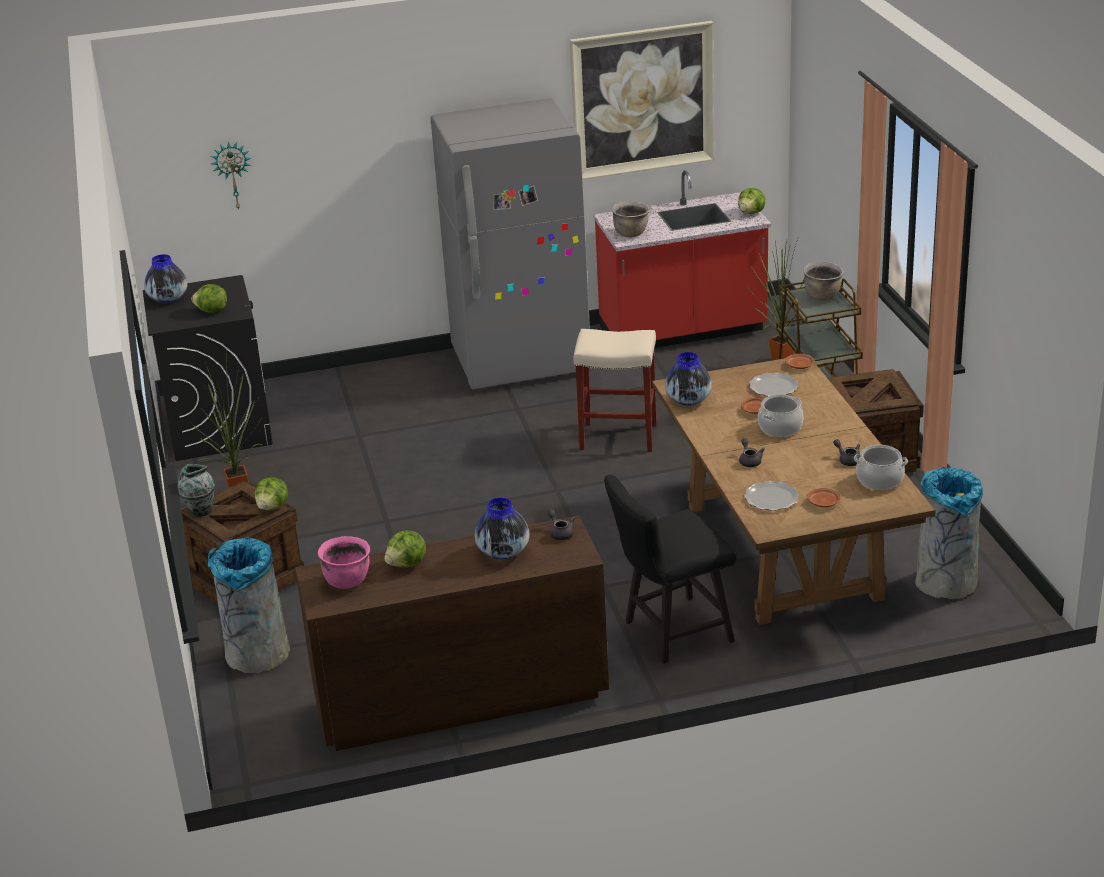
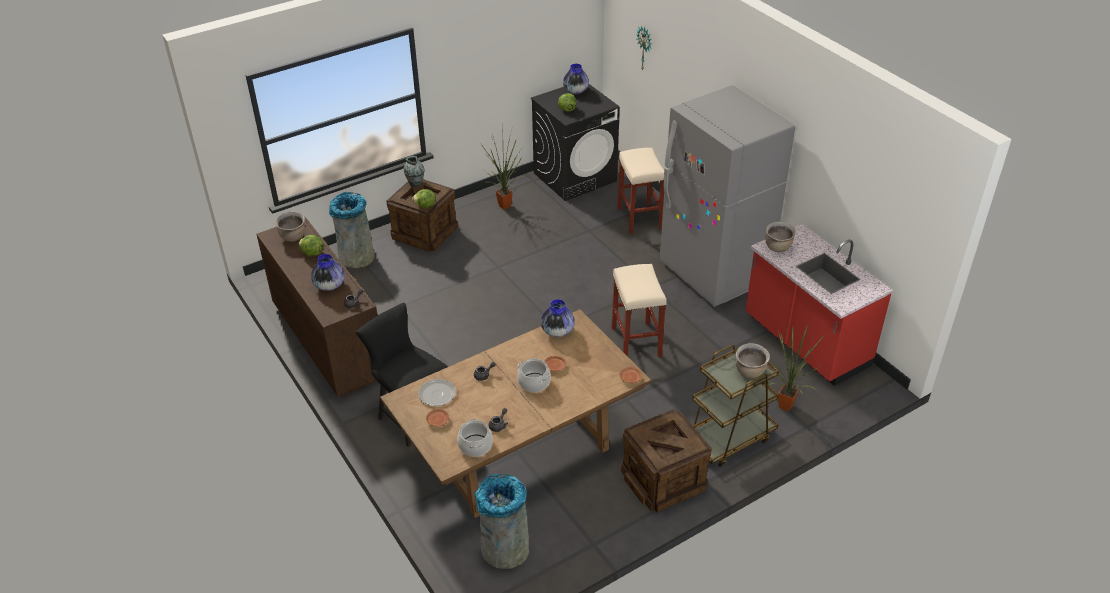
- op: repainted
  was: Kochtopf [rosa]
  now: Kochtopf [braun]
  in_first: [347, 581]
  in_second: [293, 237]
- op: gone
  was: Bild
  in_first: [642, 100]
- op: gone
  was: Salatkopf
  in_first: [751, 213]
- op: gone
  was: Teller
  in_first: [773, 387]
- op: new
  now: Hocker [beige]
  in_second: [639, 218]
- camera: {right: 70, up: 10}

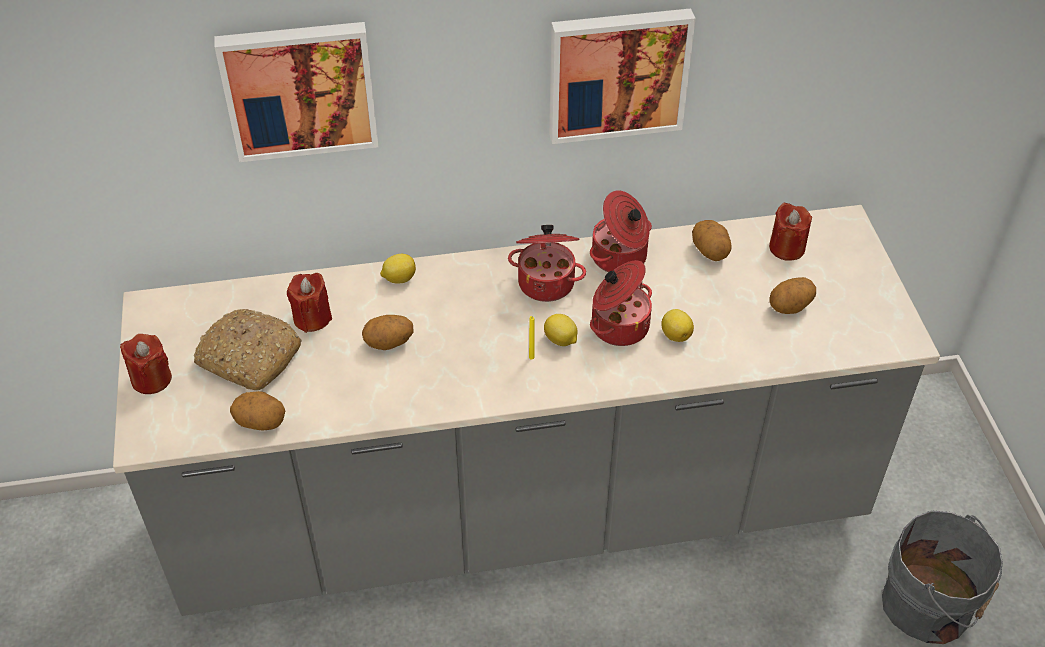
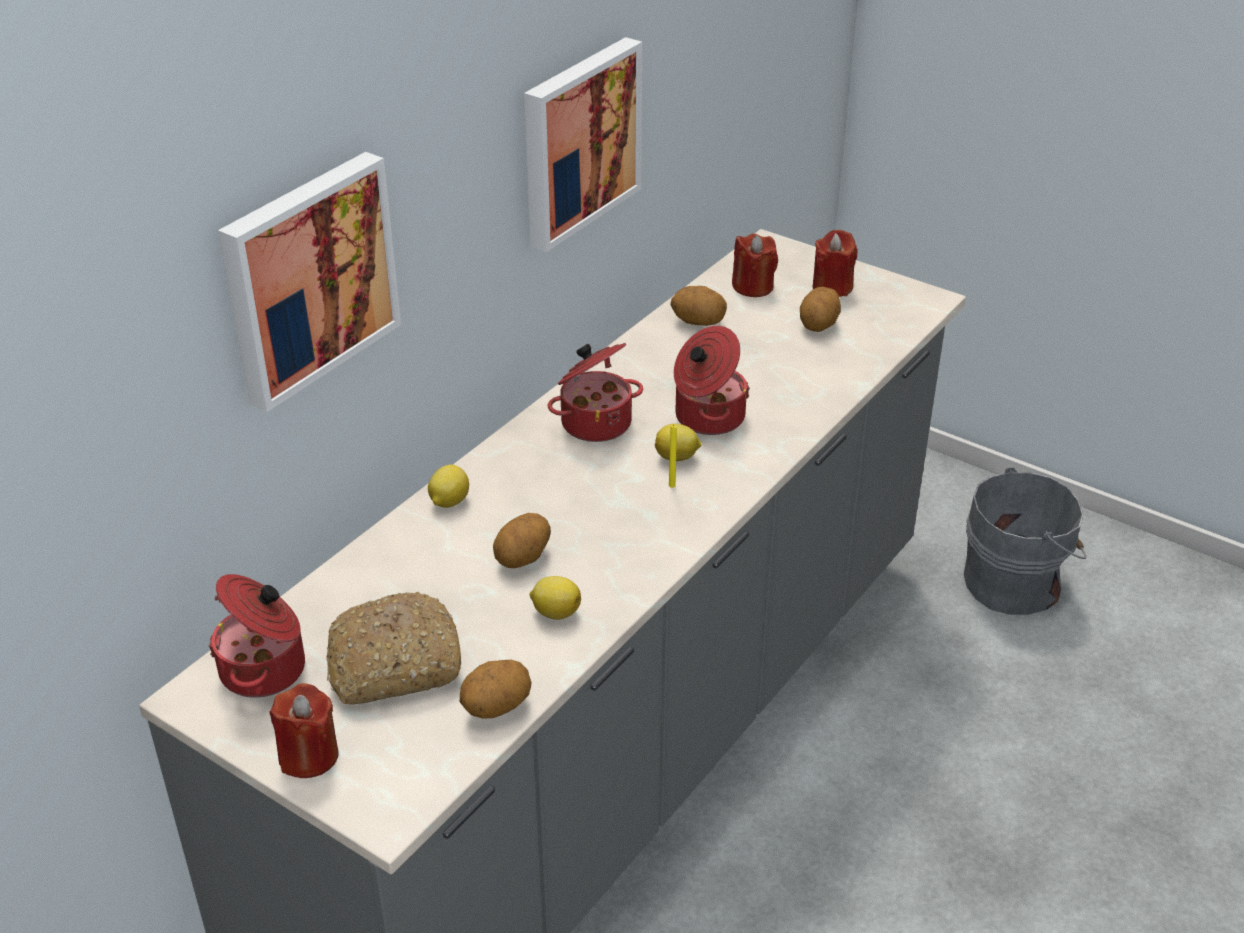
- op: shifted
  was: Kerze [rot]
  in_first: [312, 318]
  in_second: [832, 287]
- op: shifted
  was: Kochtopf
  in_first: [620, 258]
  in_second: [266, 670]
- op: shifted
  was: Zitrone
  in_first: [675, 334]
  in_second: [555, 612]
- camera: {right: -45, up: -10}

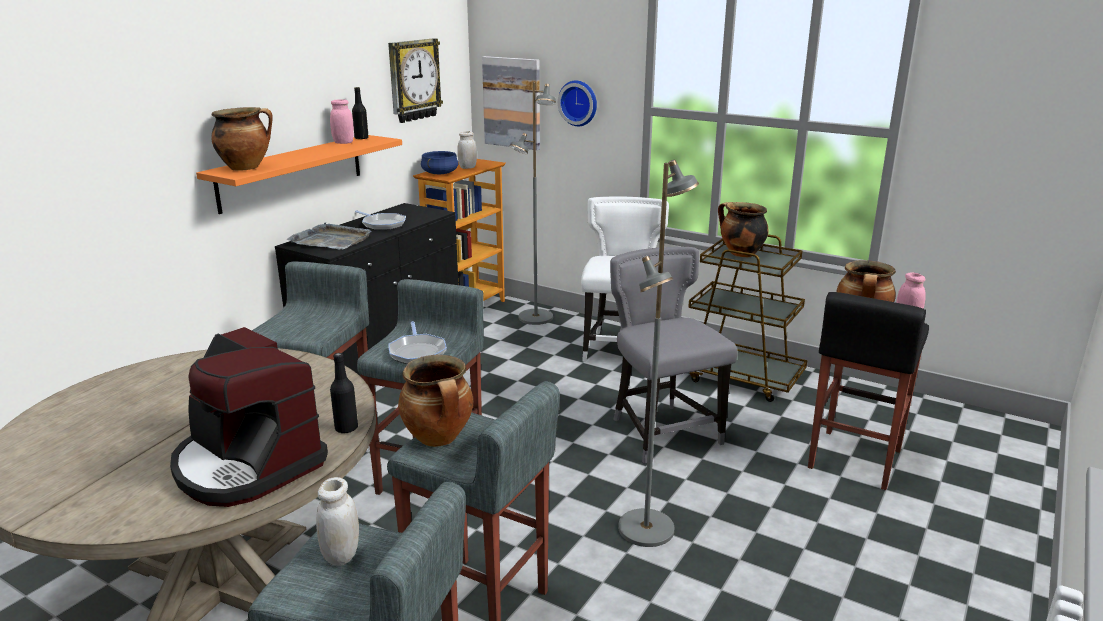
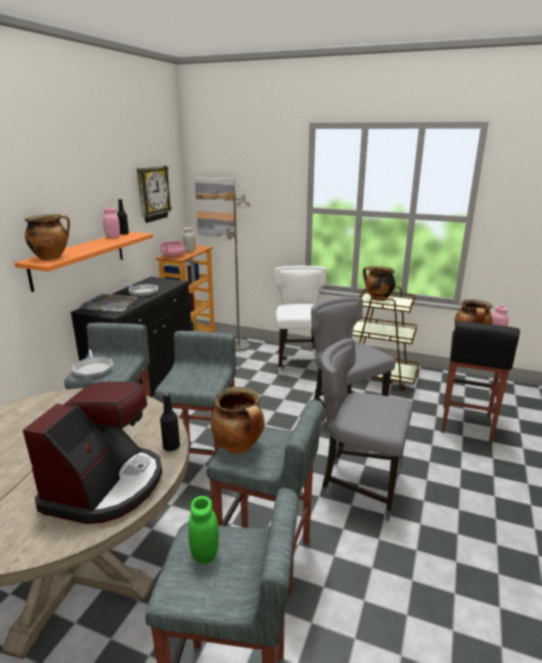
- op: rotated
  was: Kaffeemaschine
  in_first: [247, 465]
  in_second: [106, 486]
  clockwise: -105
- op: repainted
  was: Vorratsglas [weiß]
  now: Vorratsglas [grün]
  in_first: [341, 555]
  in_second: [205, 554]
- op: shifted
  was: Pfanne
  in_first: [417, 352]
  in_second: [93, 369]
- op: repainted
  was: Kochtopf [blau]
  now: Kochtopf [rosa]
  in_first: [440, 173]
  in_second: [173, 255]
- op: gone
  was: Wanduhr
  in_first: [579, 103]
- op: swapped
  was: Stehlampe [grau]
  now: Stuhl [grau]
  in_first: [647, 529]
  in_second: [359, 486]
- camera: {right: -10, up: 0}

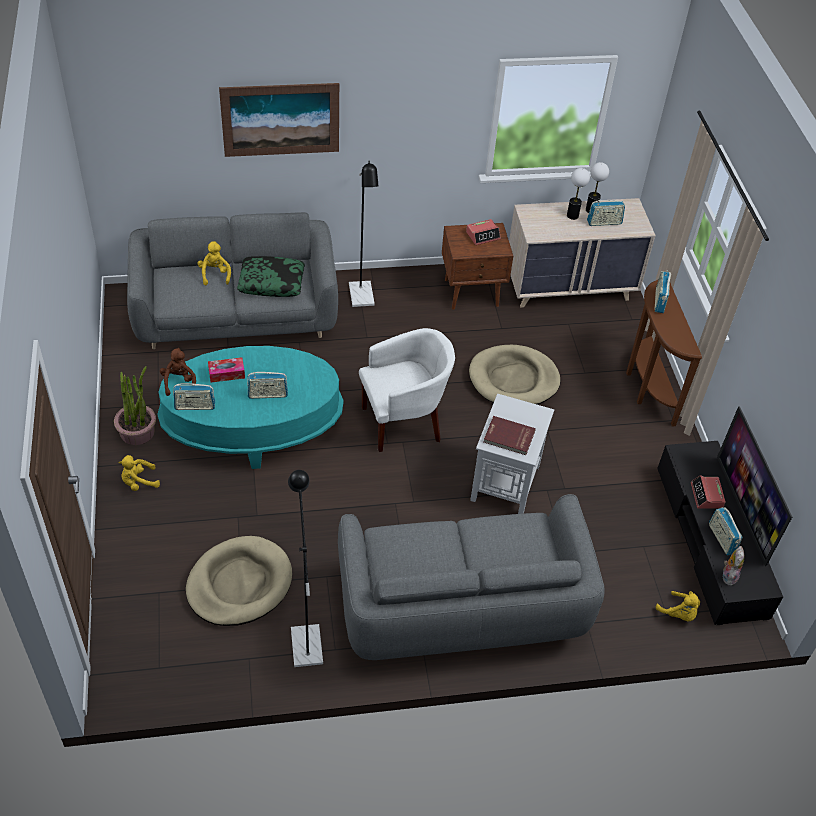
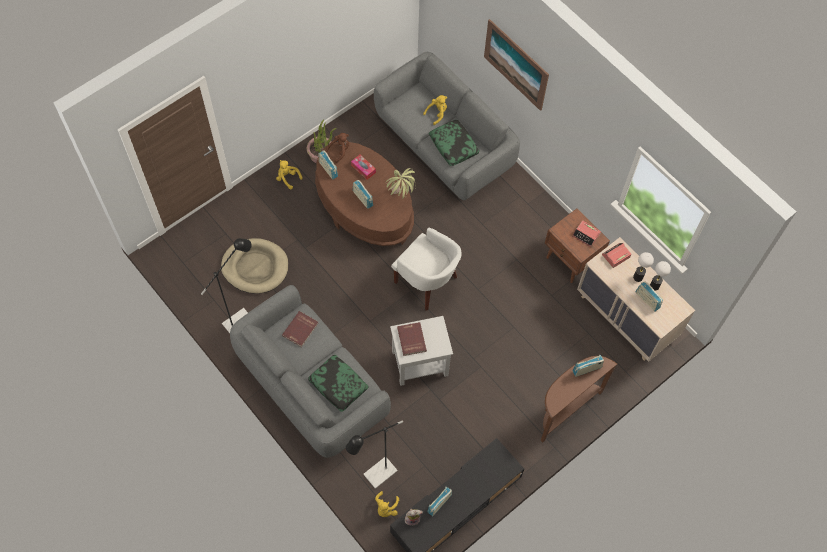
- op: repainted
  was: Couchtisch [türkis]
  now: Couchtisch [braun]
  in_first: [253, 428]
  in_second: [364, 208]
- op: shifted
  was: Stehlampe [schwarz]
  in_first: [362, 299]
  in_second: [375, 476]
- op: gone
  was: Hundebett [beige]
  in_first: [513, 379]
- op: shifted
  was: Wecker
  in_first: [706, 496]
  in_second: [616, 256]
- op: gone
  was: Fernseher
  in_first: [743, 510]
- op: new
  now: Buch [rot]
  in_second: [301, 330]
- op: new
  now: Kissen
  in_second: [338, 385]
- op: new
  now: Topfpflanze
  in_second: [401, 199]
- camera: {right: 60, up: 15}

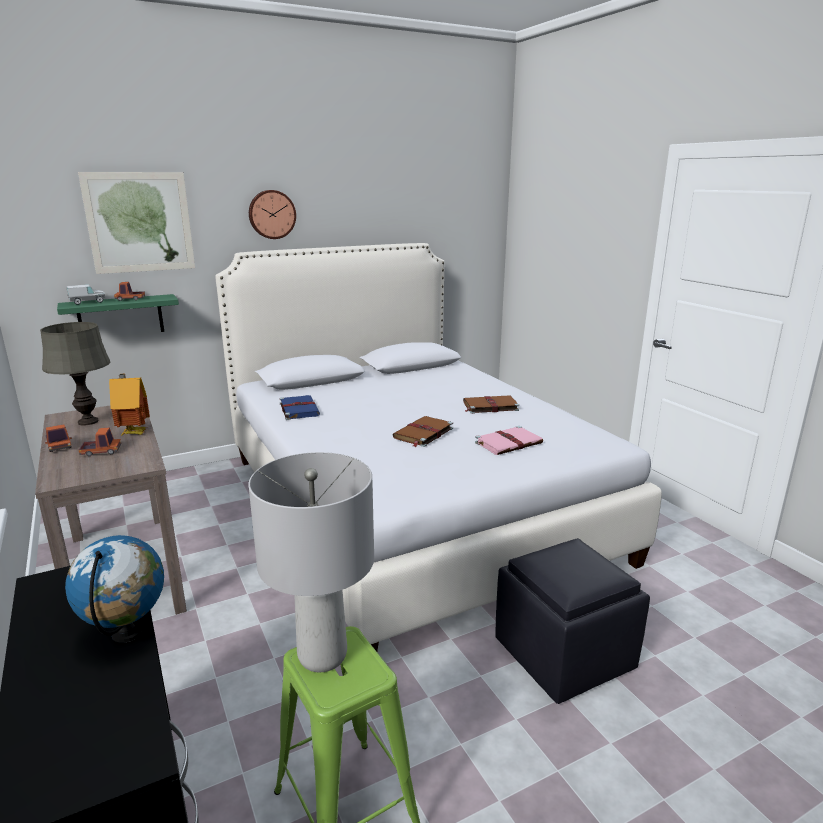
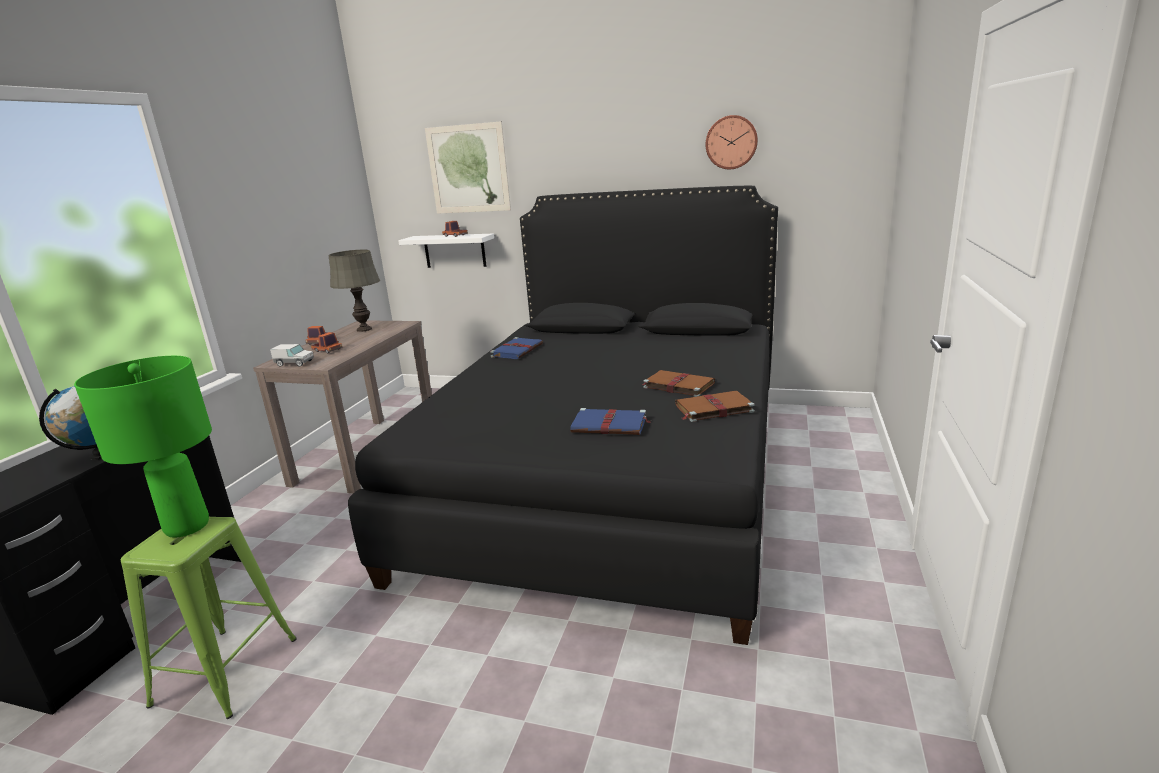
- op: repainted
  was: Wandregal [grün]
  now: Wandregal [weiß]
  in_first: [121, 317]
  in_second: [454, 251]
- op: shifted
  was: Spielzeuglaster
  in_first: [87, 302]
  in_second: [294, 363]
- op: gone
  was: Spielzeughaus
  in_first: [134, 433]
- op: repainted
  was: Bett [weiß]
  now: Bett [schwarz]
  in_first: [410, 505]
  in_second: [610, 478]
- op: repainted
  was: Tischlampe [grau]
  now: Tischlampe [grün]
  in_first: [321, 656]
  in_second: [186, 526]
- op: shifted
  was: Wanduhr
  in_first: [271, 214]
  in_second: [731, 142]
- op: shifted
  was: Buch [braun]
  in_first: [423, 433]
  in_second: [712, 409]
- op: repainted
  was: Buch [rosa]
  now: Buch [blau]
  in_first: [509, 443]
  in_second: [610, 425]
- op: gone
  was: Polsterhocker [schwarz]
  in_first: [563, 653]
- camera: {right: 45, up: 0}

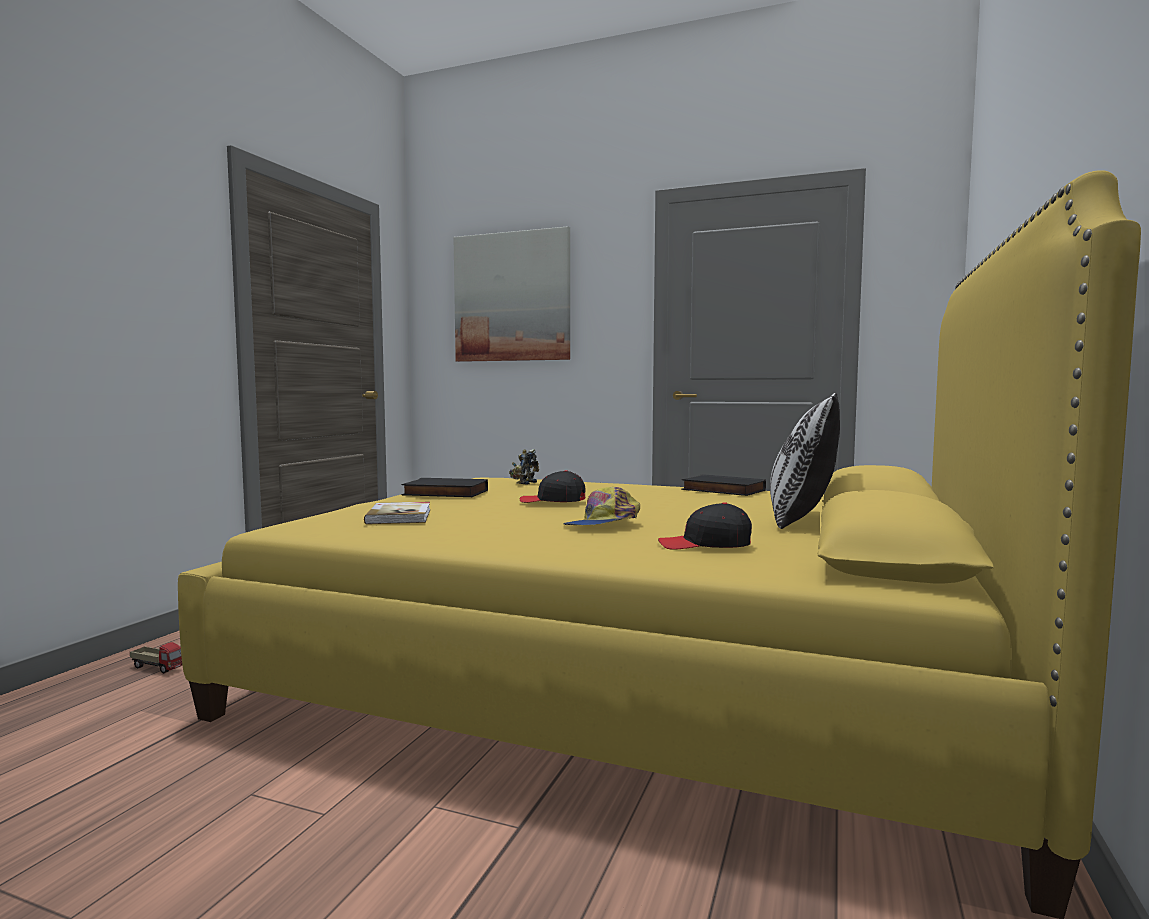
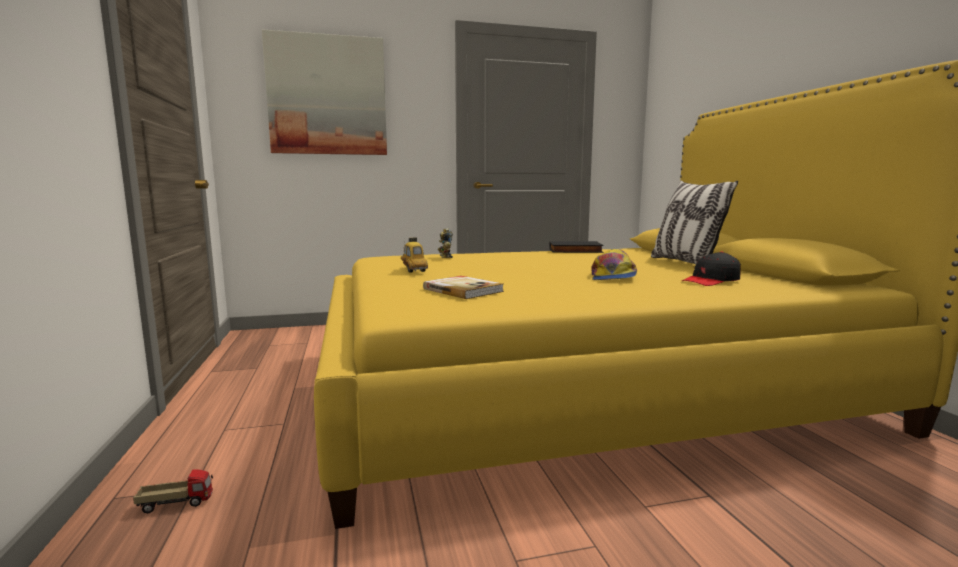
- op: swapped
  was: Buch [schwarz]
  now: Spielzeugauto
  in_first: [444, 493]
  in_second: [413, 270]
- op: gone
  was: Kappe [schwarz]
  in_first: [553, 501]
- camera: {right: -35, up: 5}

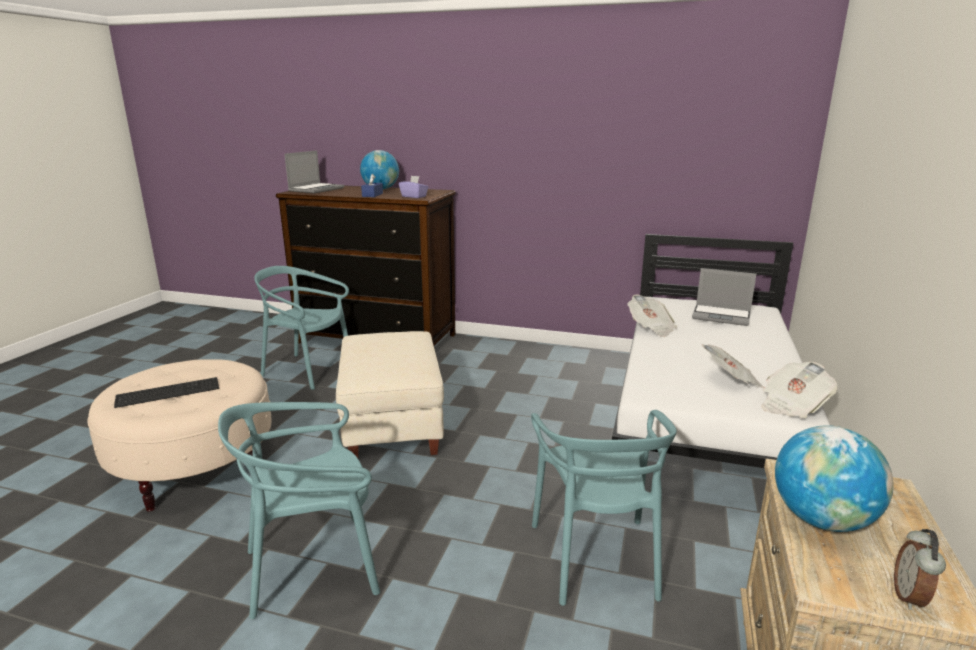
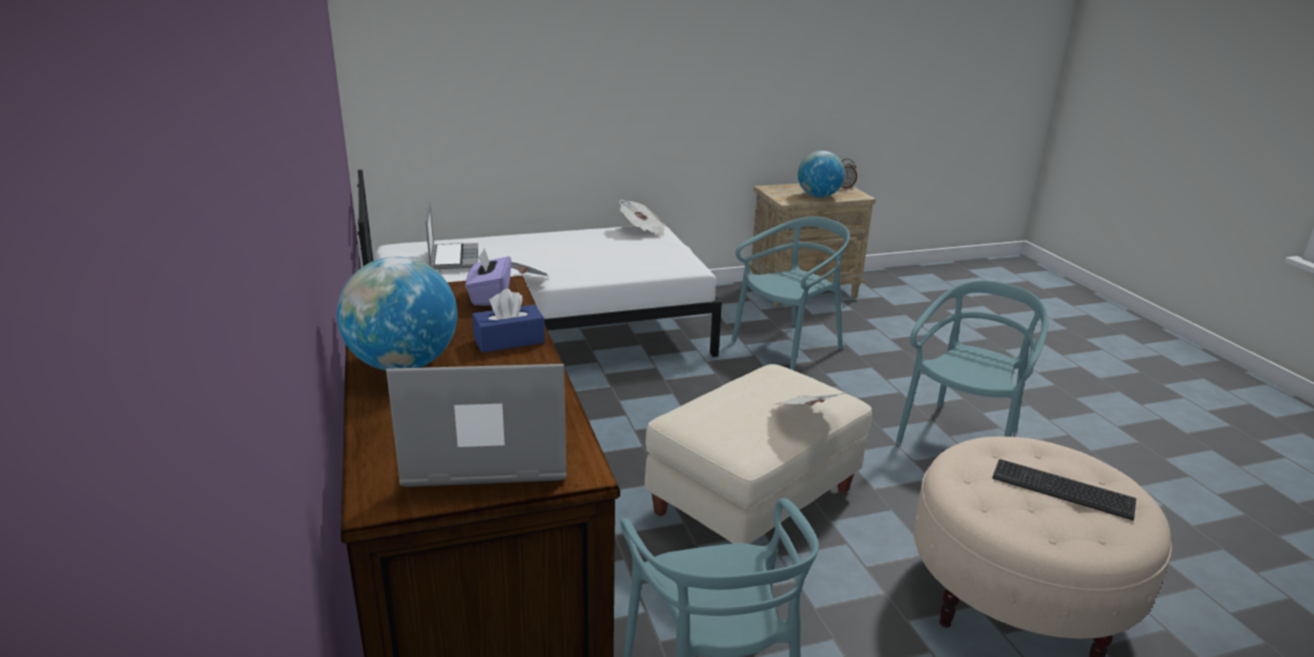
- op: rotated
  was: Stuhl [türkis]
  in_first: [313, 567]
  in_second: [961, 439]
  clockwise: -90
- op: shifted
  was: Zeitung
  in_first: [731, 380]
  in_second: [807, 416]
- camera: {right: -125, up: 5}

